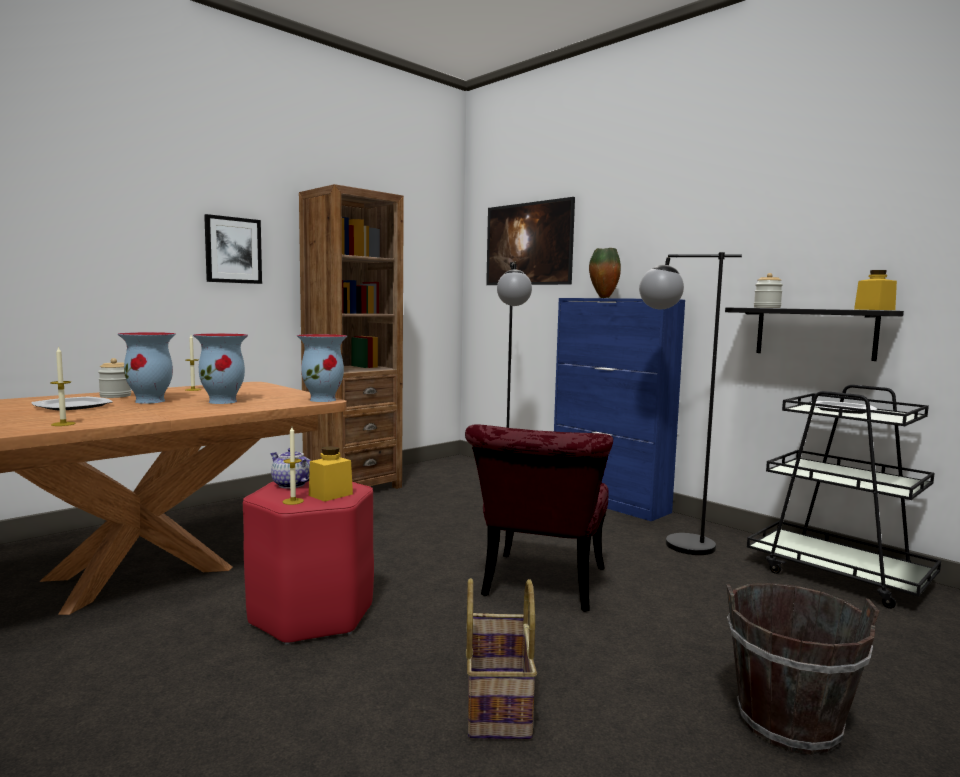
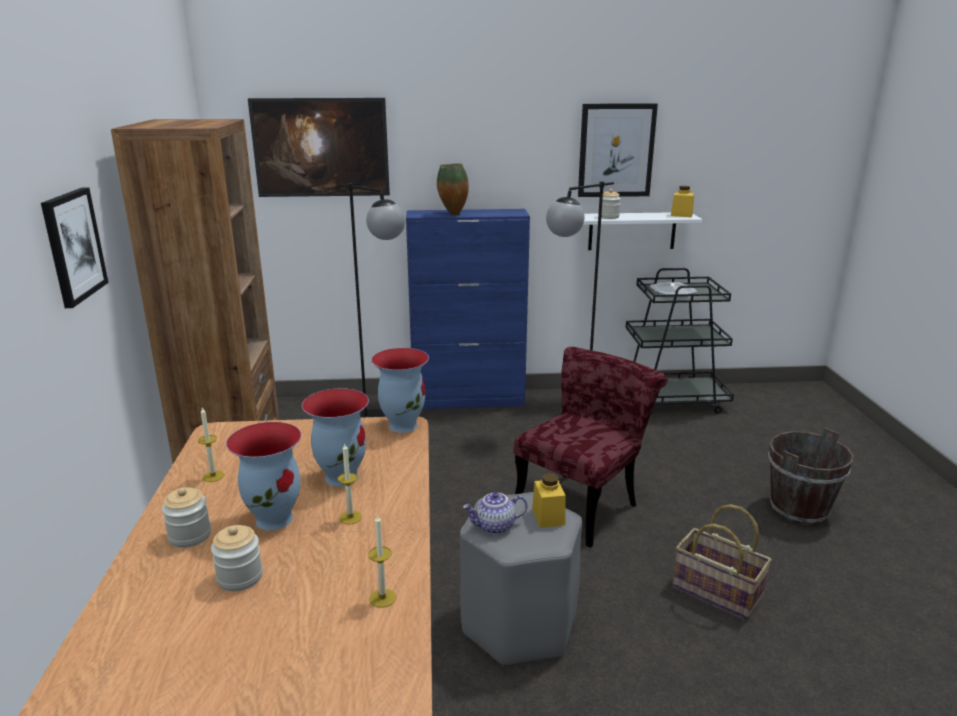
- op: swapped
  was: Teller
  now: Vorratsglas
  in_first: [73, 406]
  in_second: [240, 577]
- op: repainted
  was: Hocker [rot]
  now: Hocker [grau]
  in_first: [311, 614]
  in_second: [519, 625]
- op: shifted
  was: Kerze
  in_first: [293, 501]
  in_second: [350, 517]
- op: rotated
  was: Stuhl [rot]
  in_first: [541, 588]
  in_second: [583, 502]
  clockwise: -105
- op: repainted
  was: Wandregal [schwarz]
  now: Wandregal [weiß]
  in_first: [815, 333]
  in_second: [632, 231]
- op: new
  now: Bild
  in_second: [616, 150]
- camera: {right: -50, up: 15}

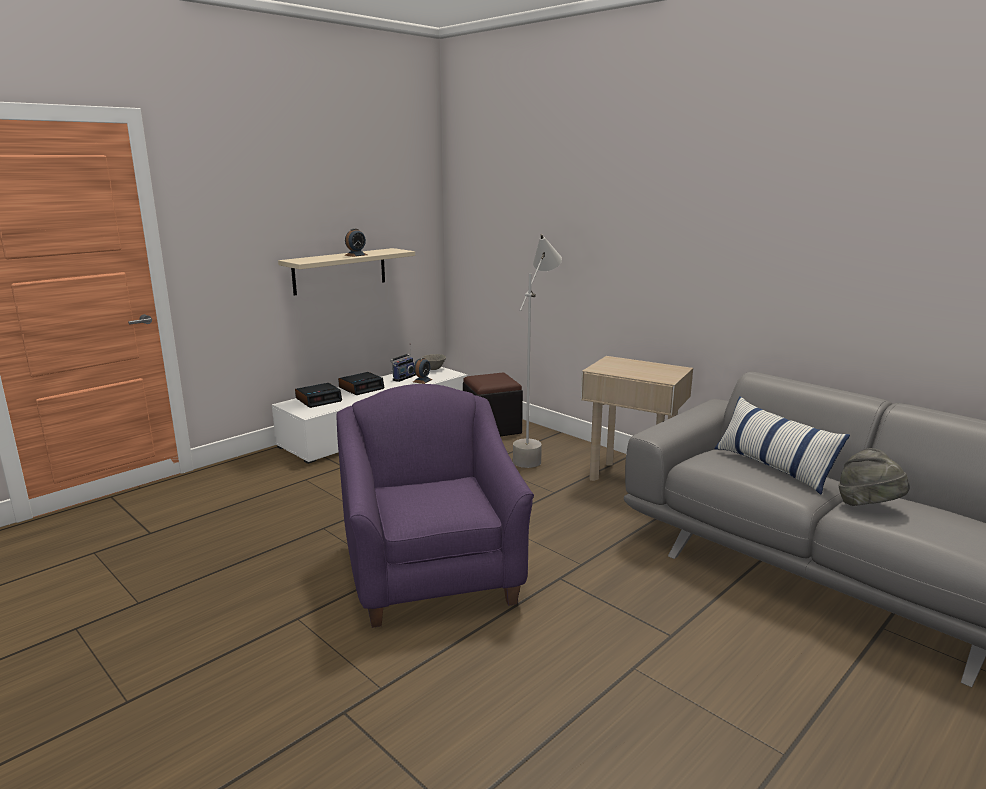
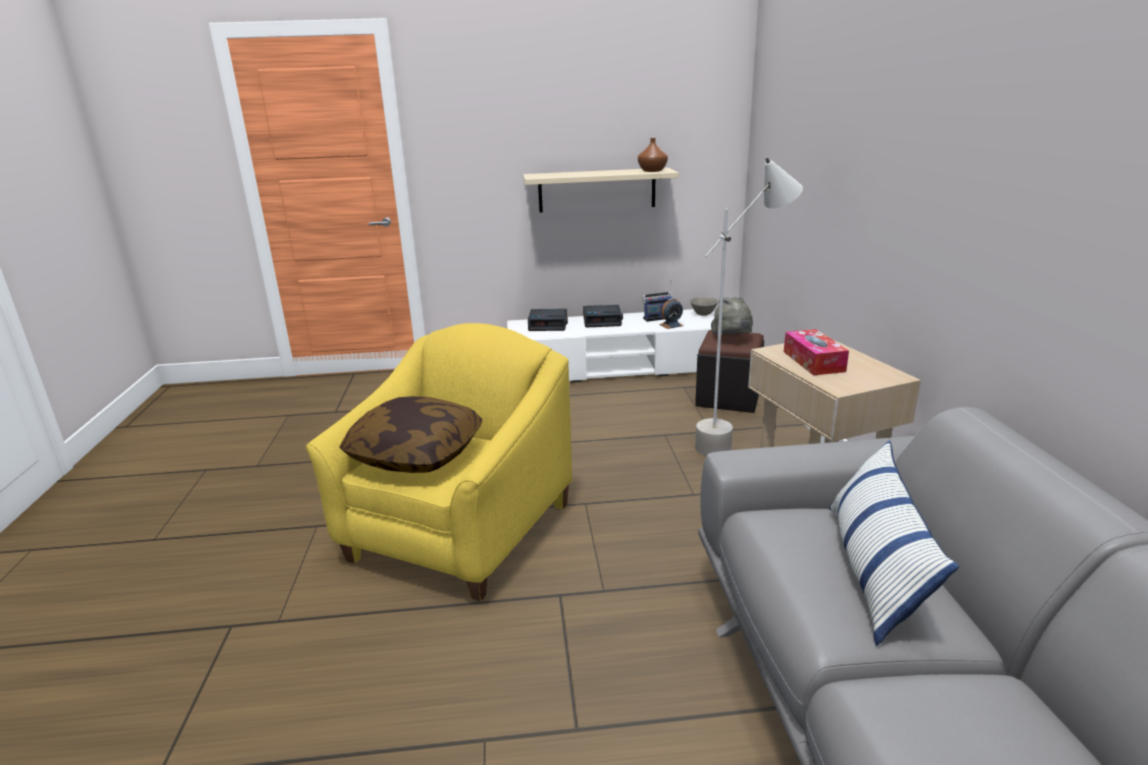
- op: repainted
  was: Sessel [lila]
  now: Sessel [gelb]
  in_first: [432, 572]
  in_second: [460, 532]
- op: gone
  was: Wecker
  in_first: [356, 255]
- op: shifted
  was: Hut [grau]
  in_first: [868, 506]
  in_second: [732, 339]
- op: new
  now: Kissen
  in_second: [416, 454]
- op: new
  now: Vase [braun]
  in_second: [652, 171]
- op: new
  now: Taschentuchbox
  in_second: [813, 361]
- camera: {right: 40, up: 5}

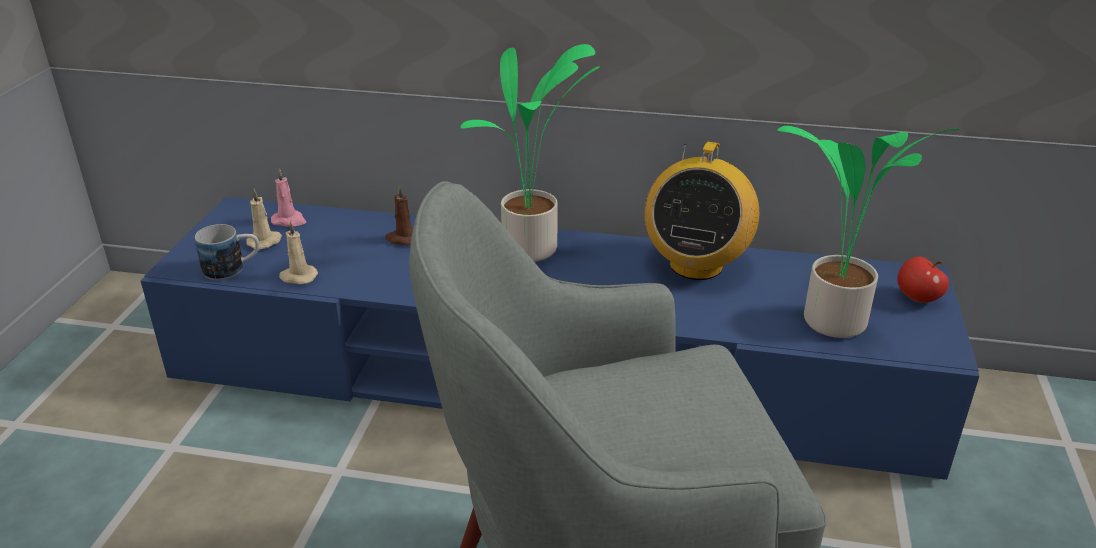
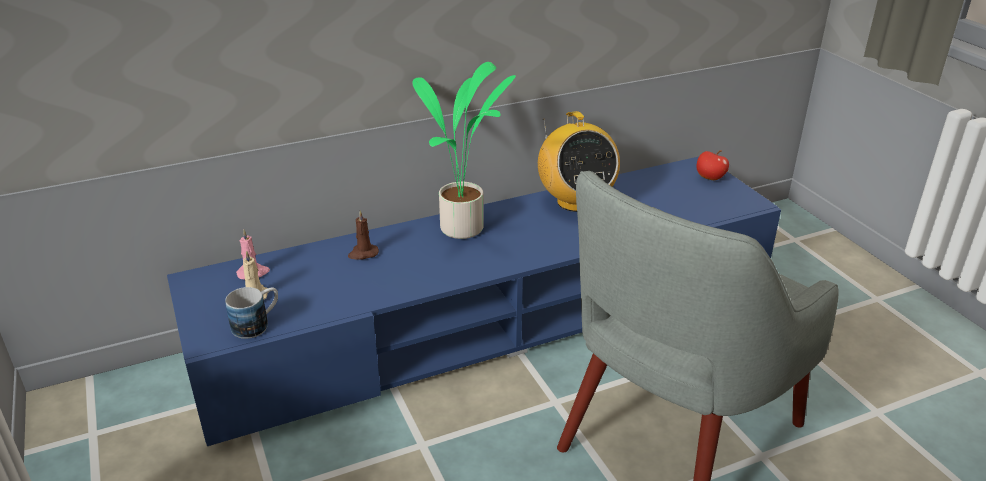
- op: gone
  was: Kerze [beige]
  in_first: [298, 277]
- op: gone
  was: Topfpflanze
  in_first: [831, 324]
- camera: {right: -35, up: 0}

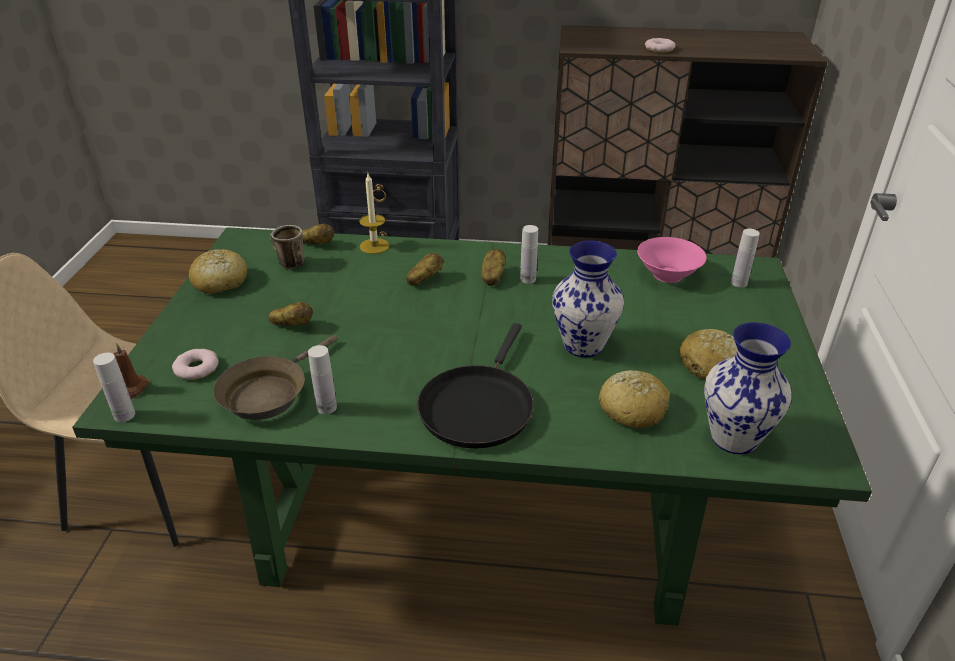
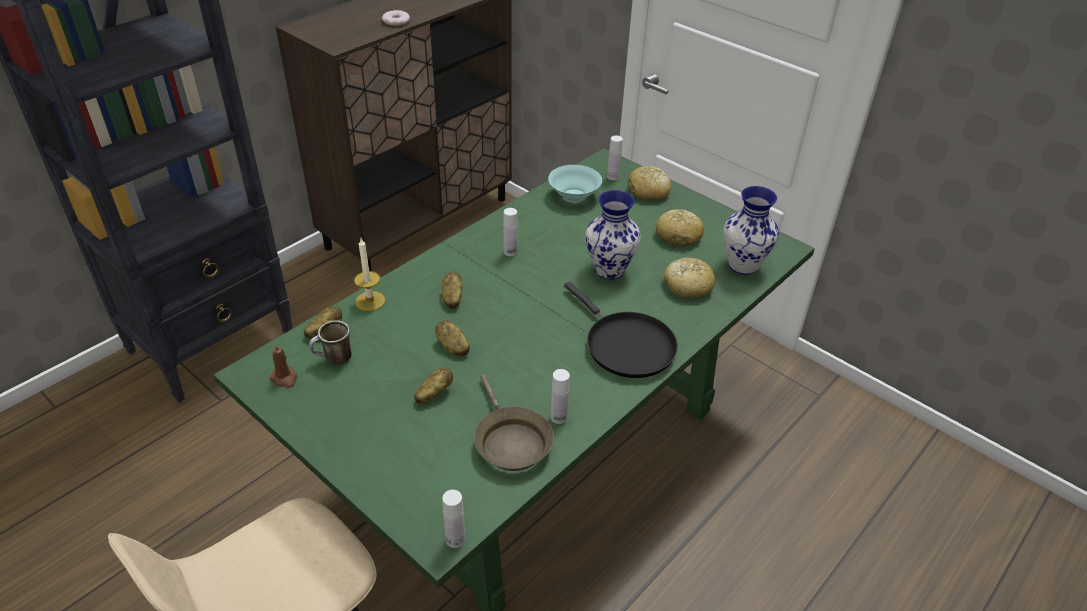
- op: shifted
  was: Kerze [braun]
  in_first: [131, 389]
  in_second: [284, 378]
- op: gone
  was: Donut
  in_first: [196, 368]
- op: shifted
  was: Brot
  in_first: [220, 282]
  in_second: [648, 191]
- op: shifted
  was: Kartoffel
  in_first: [492, 277]
  in_second: [452, 347]
- op: repainted
  was: Schüssel [rosa]
  now: Schüssel [türkis]
  in_first: [667, 275]
  in_second: [574, 196]
- camera: {right: -55, up: 5}

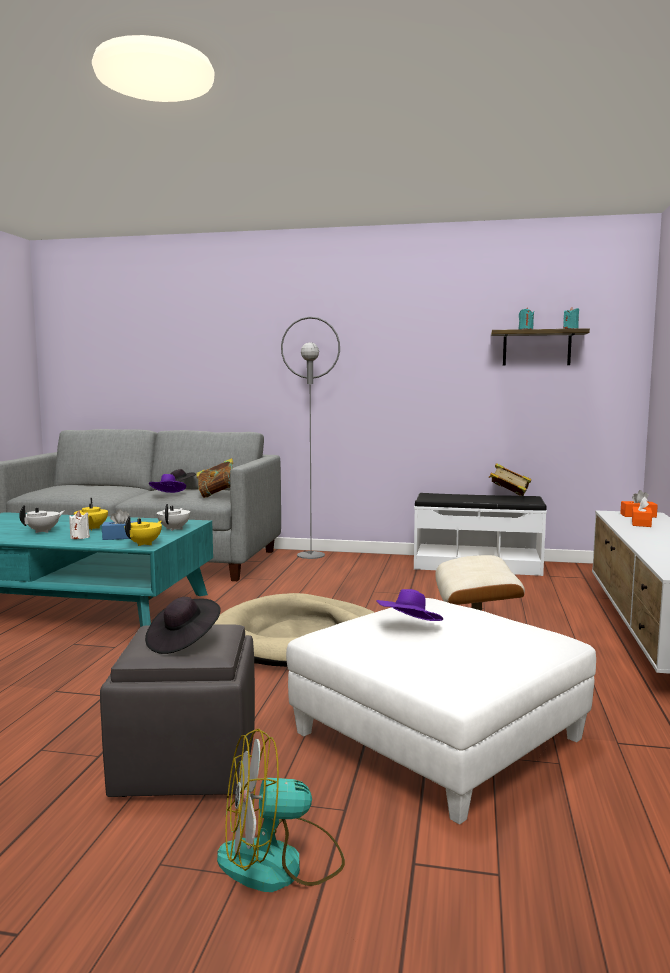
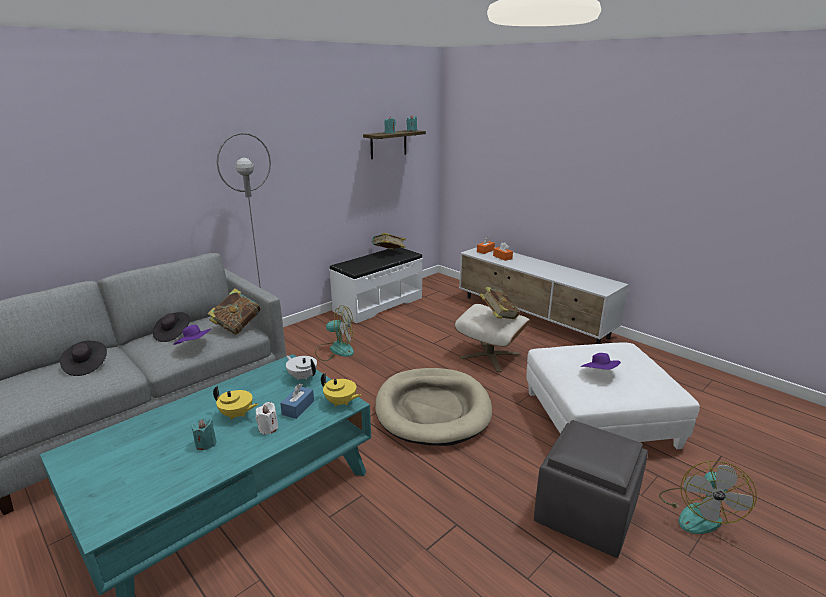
- op: swapped
  was: Teekanne [weiß]
  now: Kerze [türkis]
  in_first: [43, 531]
  in_second: [206, 444]
- op: rotated
  was: Teekanne [gelb]
  in_first: [144, 544]
  in_second: [340, 402]
  clockwise: 150
- op: shifted
  was: Hut [schwarz]
  in_first: [183, 642]
  in_second: [86, 366]
- op: new
  now: Ventilator
  in_second: [335, 350]
- op: new
  now: Buch
  in_second: [498, 317]
- camera: {right: -55, up: 15}

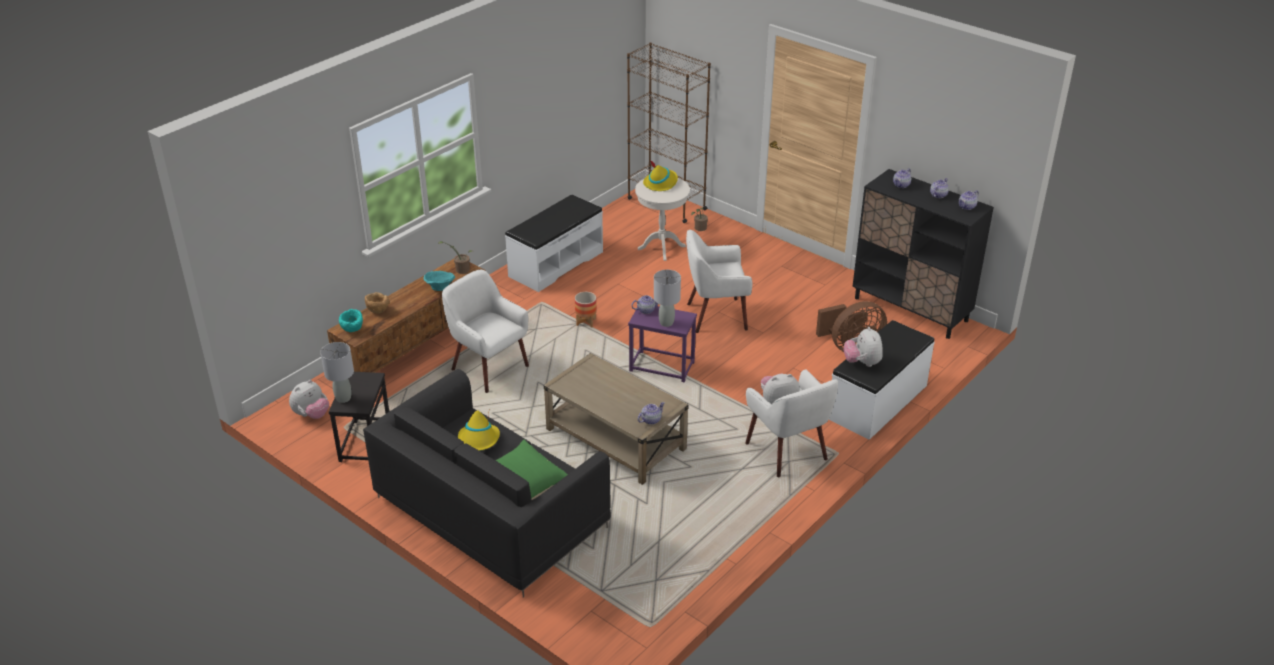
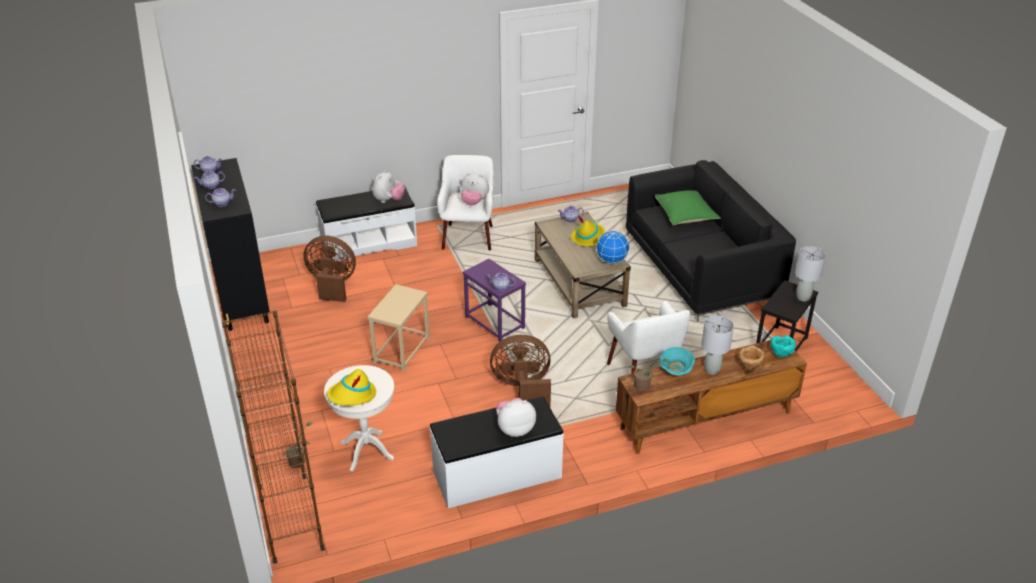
- op: shifted
  was: Plüschtier
  in_first: [311, 415]
  in_second: [515, 429]
- op: shifted
  was: Hut [gelb]
  in_first: [479, 440]
  in_second: [588, 237]
- op: swapped
  was: Pflanzkübel
  now: Ventilator [braun]
  in_first: [586, 322]
  in_second: [523, 388]
- op: shifted
  was: Tischlampe [grau]
  in_first: [666, 322]
  in_second: [712, 370]
- op: swapped
  was: Sessel [weiß]
  now: Beistelltisch [beige]
  in_first: [715, 316]
  in_second: [402, 350]
- op: new
  now: Globus
  in_second: [611, 261]
- camera: {right: -150, up: 0}

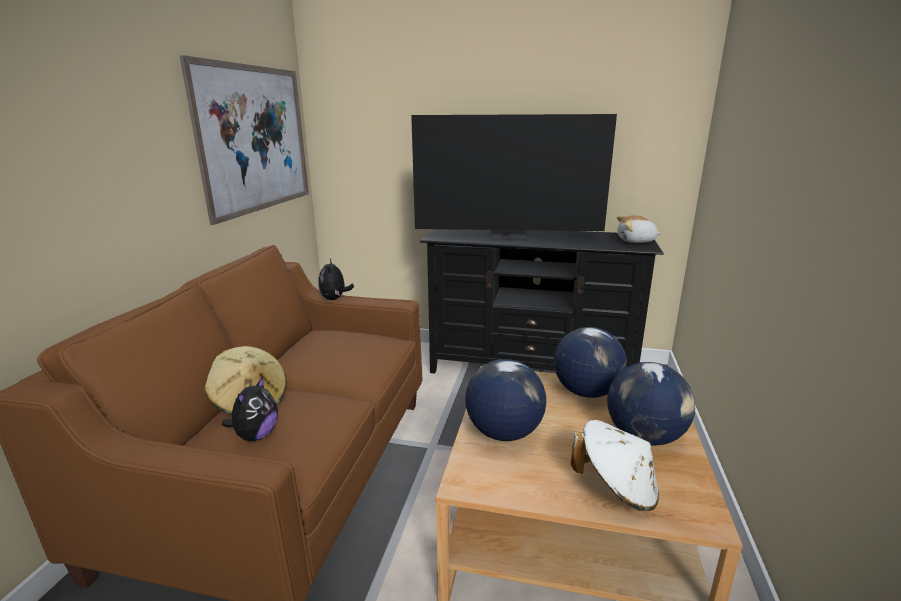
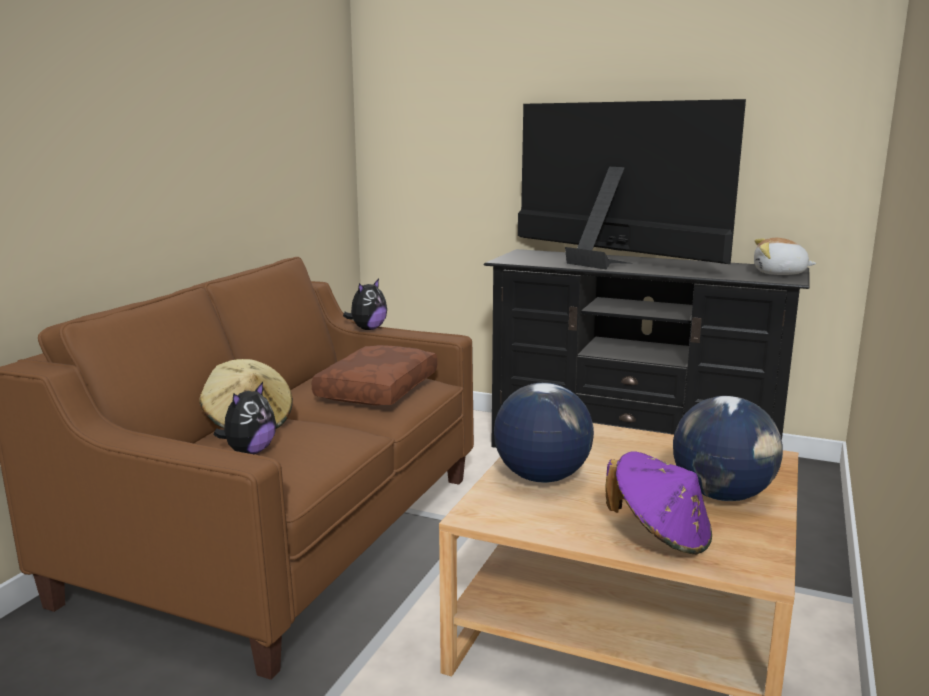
- op: gone
  was: Bild
  in_first: [256, 139]
- op: rotated
  was: Plüschtier
  in_first: [335, 298]
  in_second: [368, 329]
  clockwise: -150
- op: rotated
  was: Fernseher
  in_first: [508, 236]
  in_second: [604, 262]
  clockwise: -150
- op: gone
  was: Globus
  in_first: [586, 392]
- op: repainted
  was: Hut [weiß]
  now: Hut [lila]
  in_first: [616, 487]
  in_second: [660, 535]
- op: new
  now: Kissen [braun]
  in_second: [376, 389]
- camera: {right: 10, up: -5}

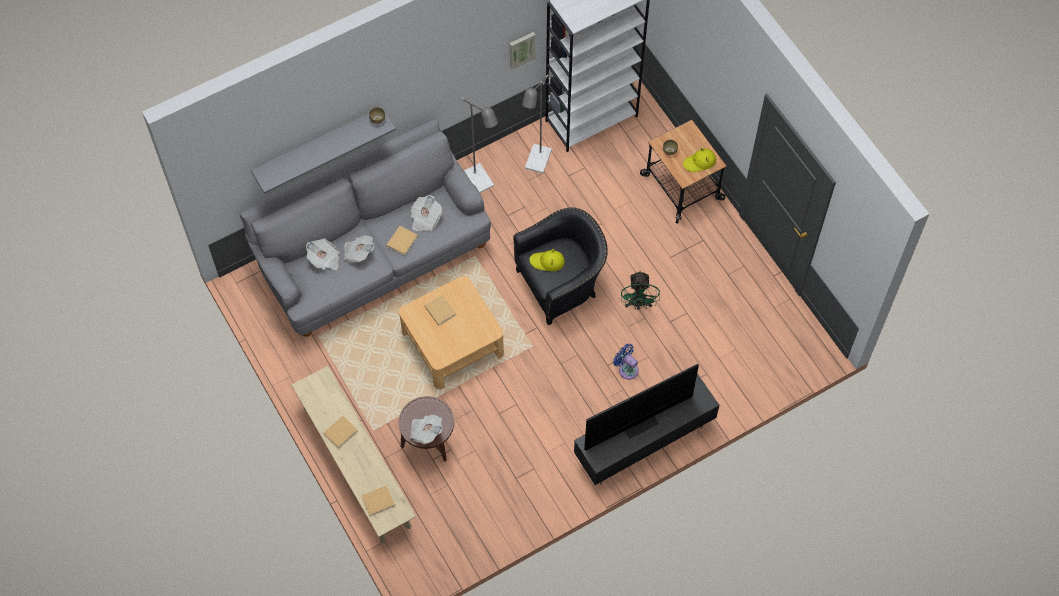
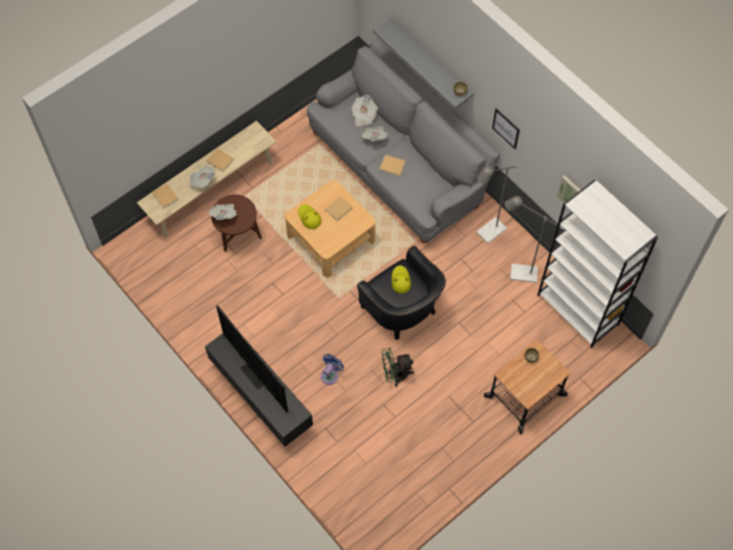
- op: shifted
  was: Zeitung
  in_first: [425, 219]
  in_second: [202, 181]
- op: shifted
  was: Hut [gelb]
  in_first: [699, 162]
  in_second: [309, 217]
- op: new
  now: Bild
  in_second: [506, 128]
- camera: {right: 80, up: 0}

